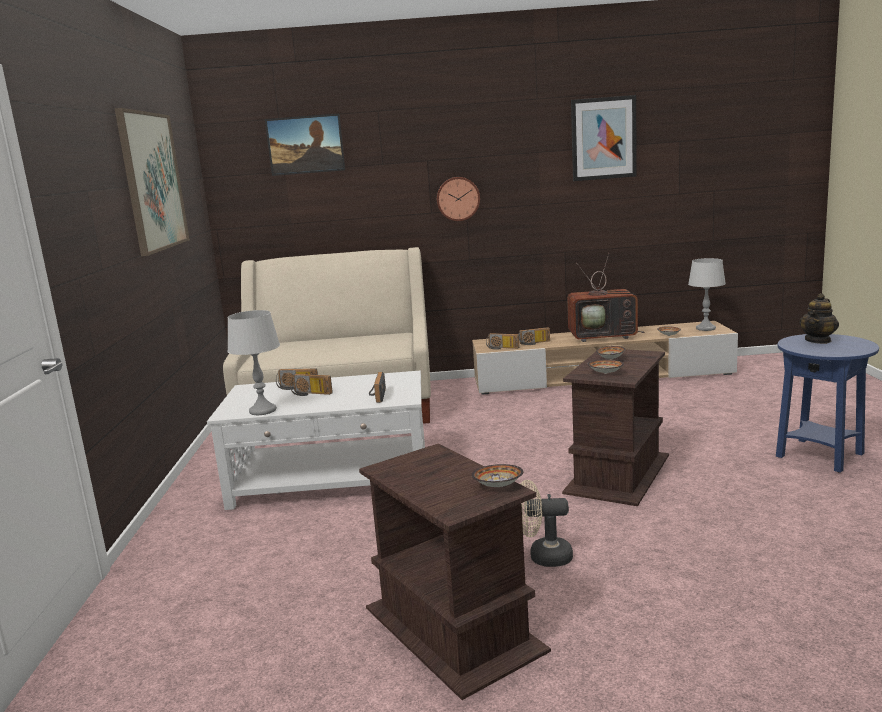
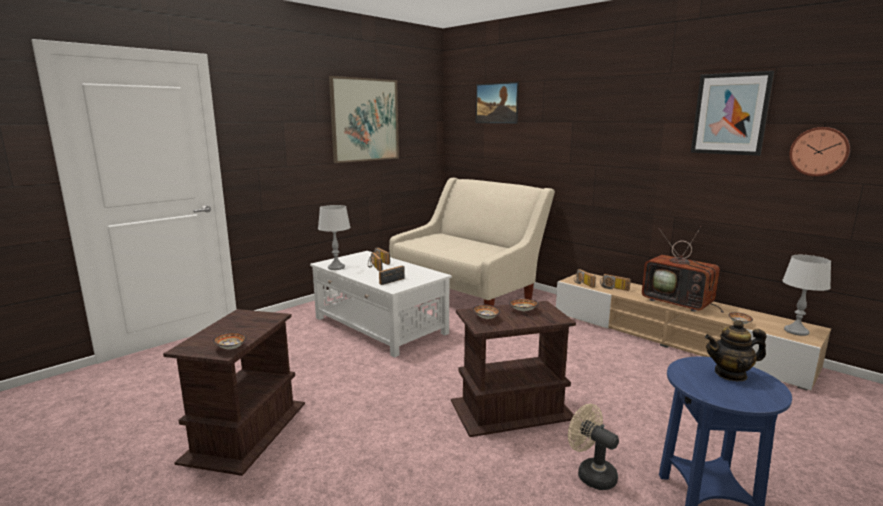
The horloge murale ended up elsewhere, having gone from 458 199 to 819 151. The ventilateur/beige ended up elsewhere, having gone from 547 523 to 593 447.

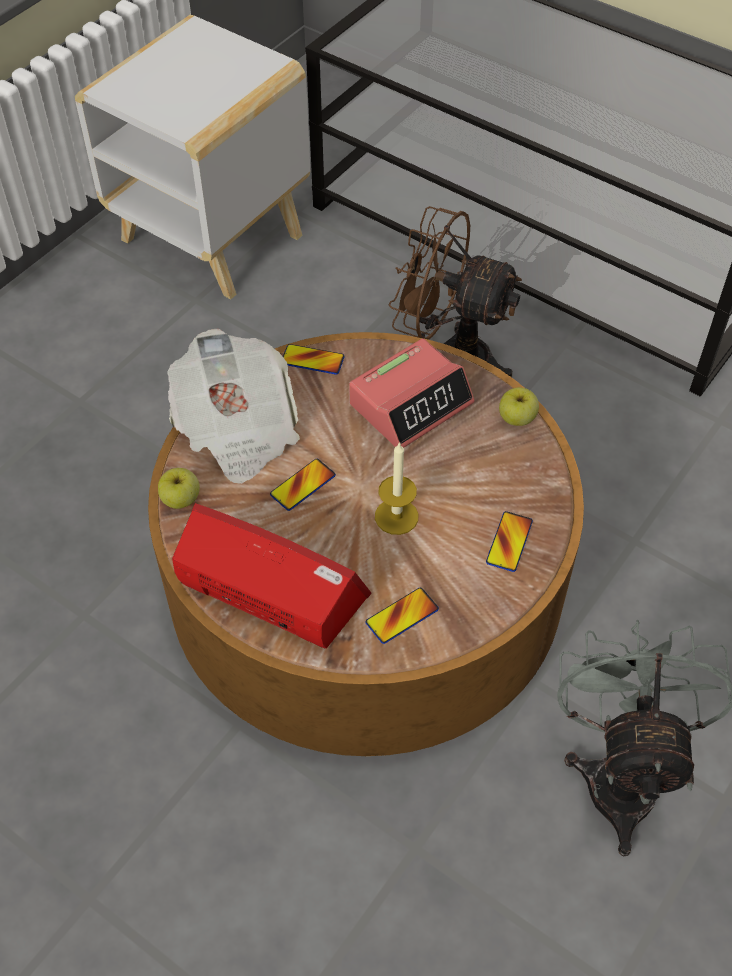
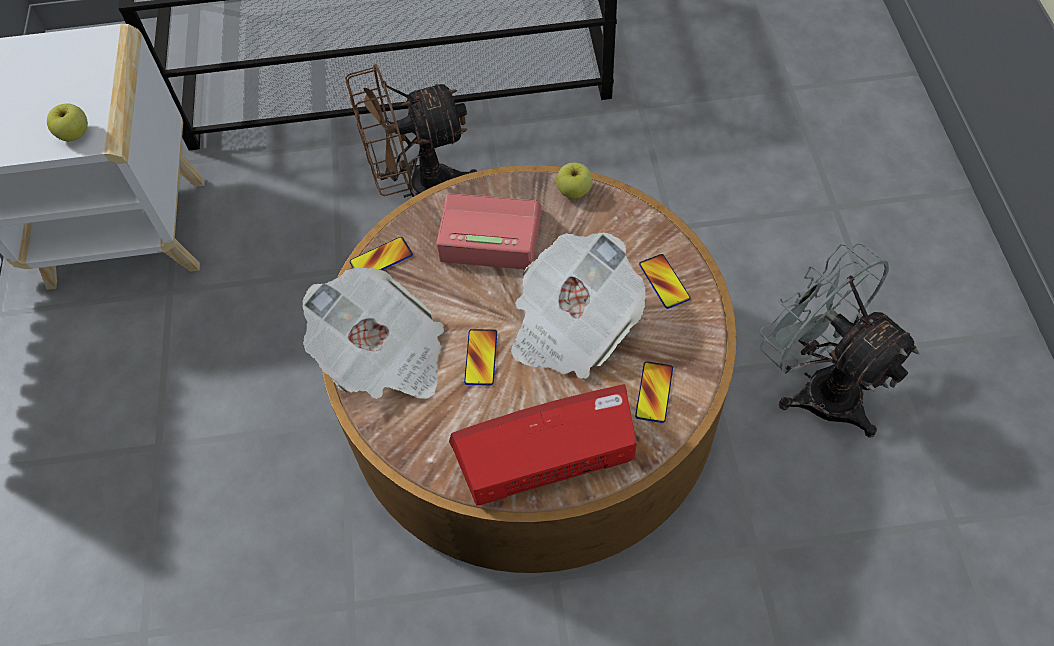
The réveil at 411 393 ended up facing another way, 90 degrees counterclockwise from before. Where the bougie stood at 396 488, the journal came to stand at 578 306. The pomme ended up elsewhere, having gone from 179 488 to 67 122.

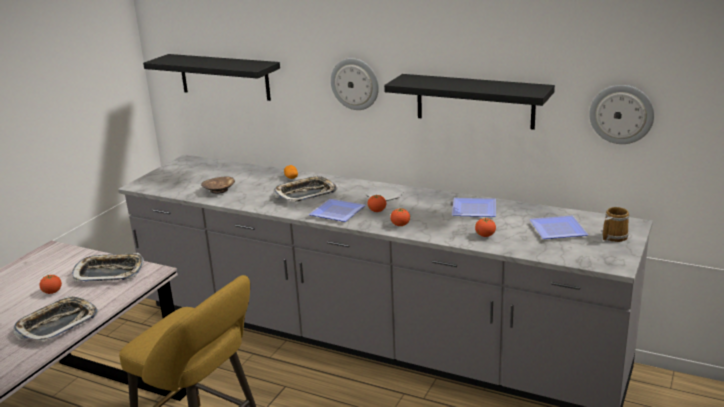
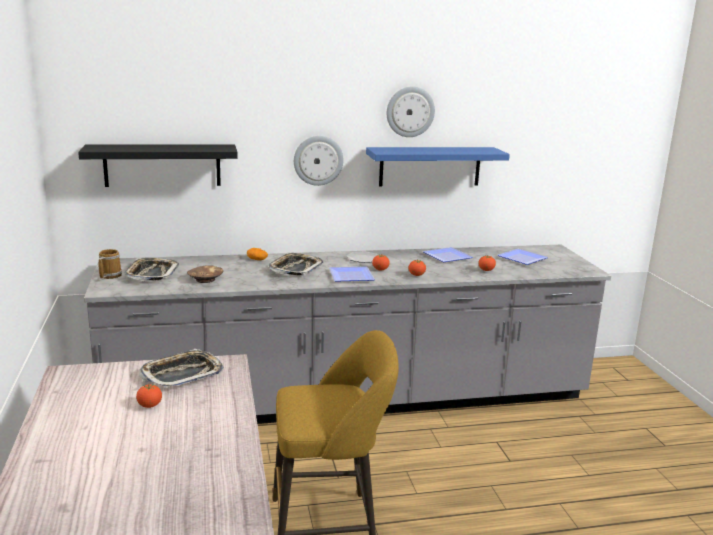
What was the étagère/noir at 469 102 turned into the étagère/bleu at 438 167. The horloge murale ended up elsewhere, having gone from 621 114 to 411 112. The mug ended up elsewhere, having gone from 616 224 to 110 264. The plateau ended up elsewhere, having gone from 56 319 to 152 269.

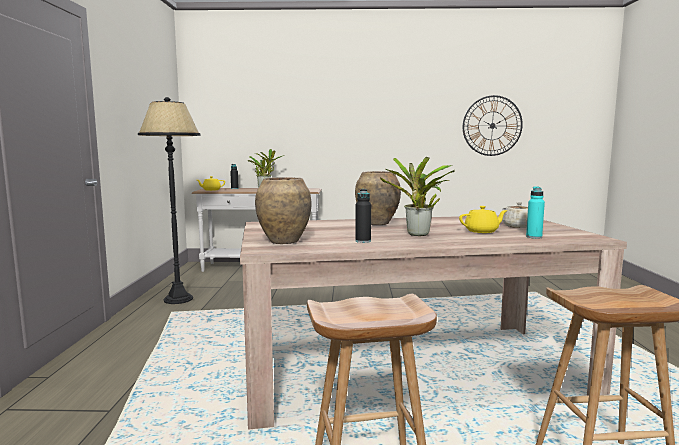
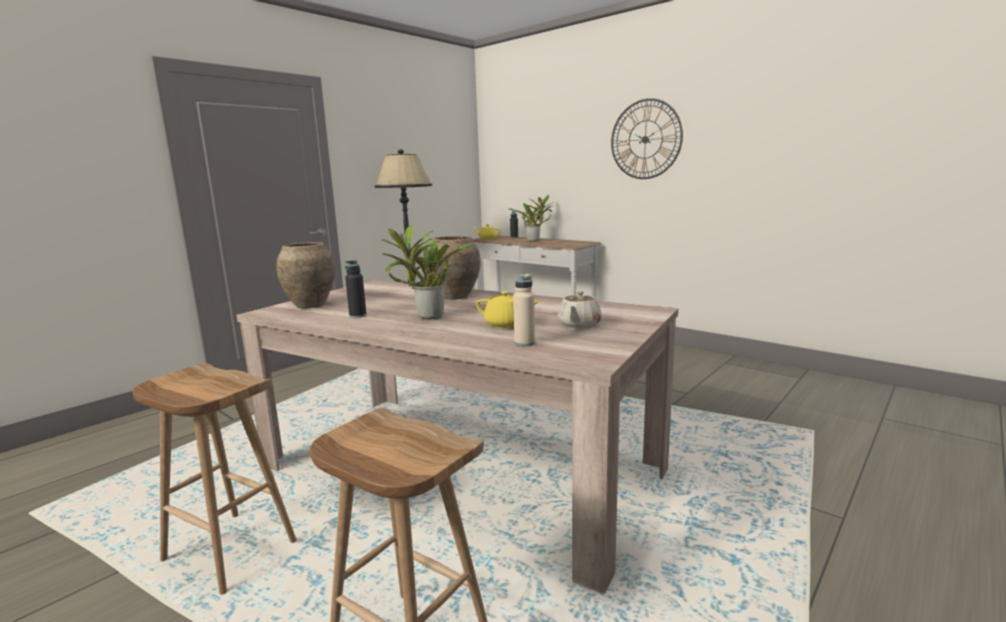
The horloge murale ended up elsewhere, having gone from 493 125 to 647 138. What was the bouteille/turquoise at 535 212 turned into the bouteille/beige at 524 310.

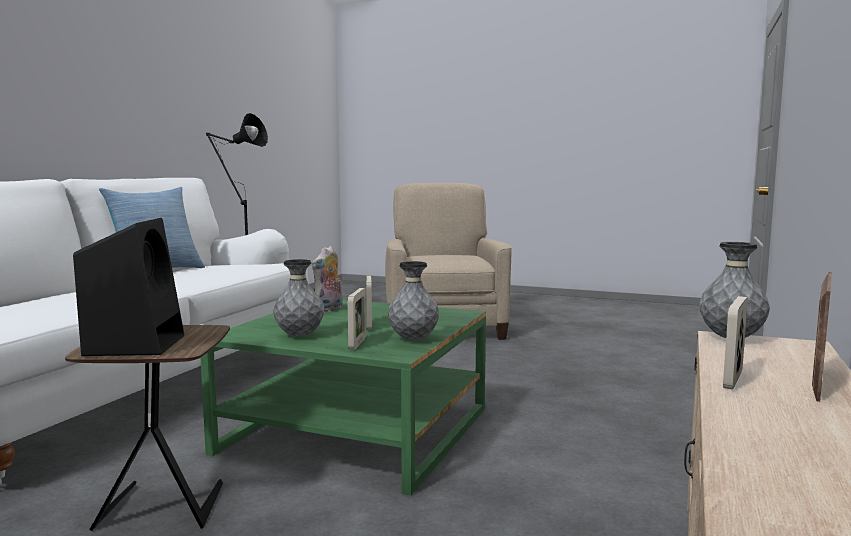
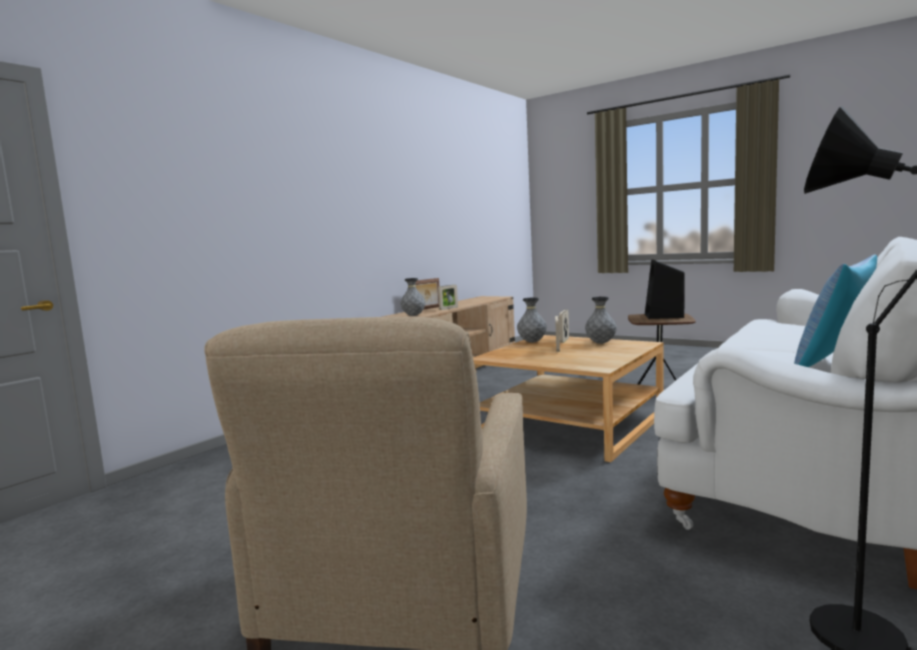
The second view lost the peluche at 327 279. What was the table basse/vert at 343 397 turned into the table basse/beige at 568 398.

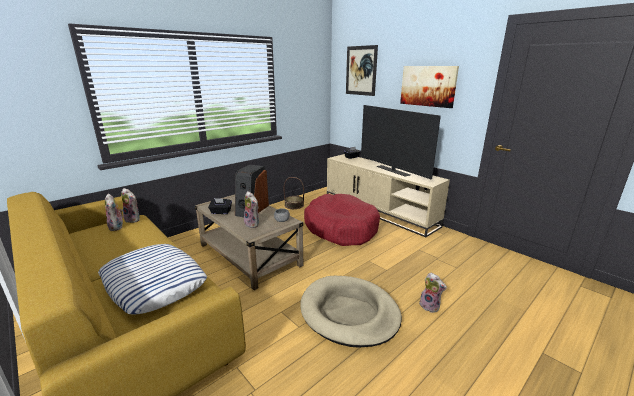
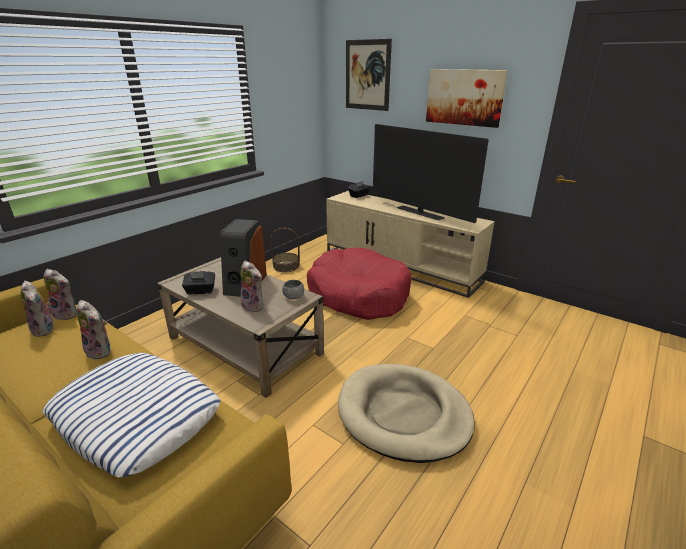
The peluche ended up elsewhere, having gone from 433 293 to 94 330.

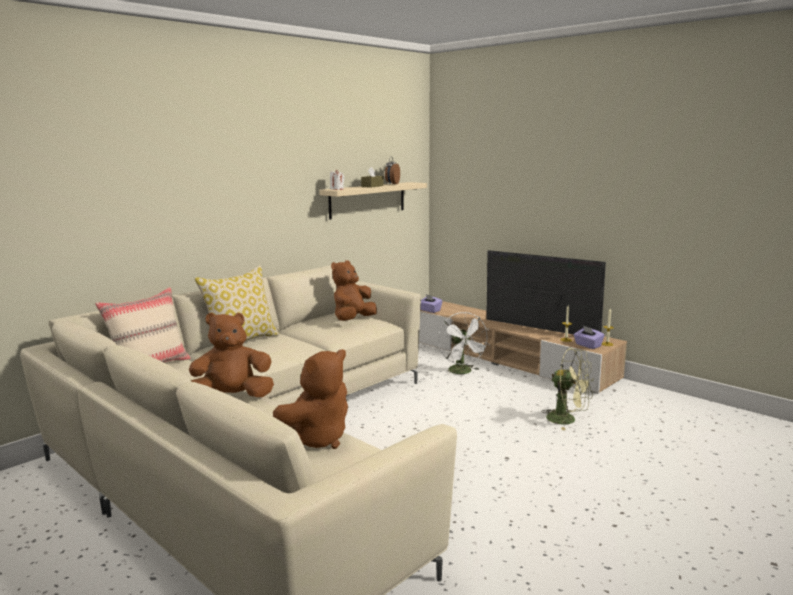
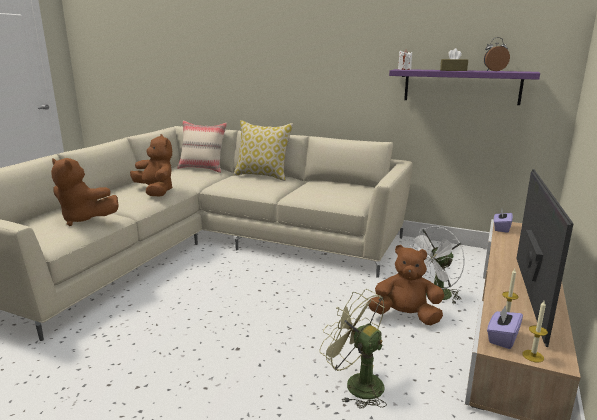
What was the étagère/beige at 373 201 turned into the étagère/violet at 464 87. The peluche/marron ended up elsewhere, having gone from 354 290 to 406 285. The ventilateur/vert at 567 389 ended up facing another way, 120 degrees clockwise from before.

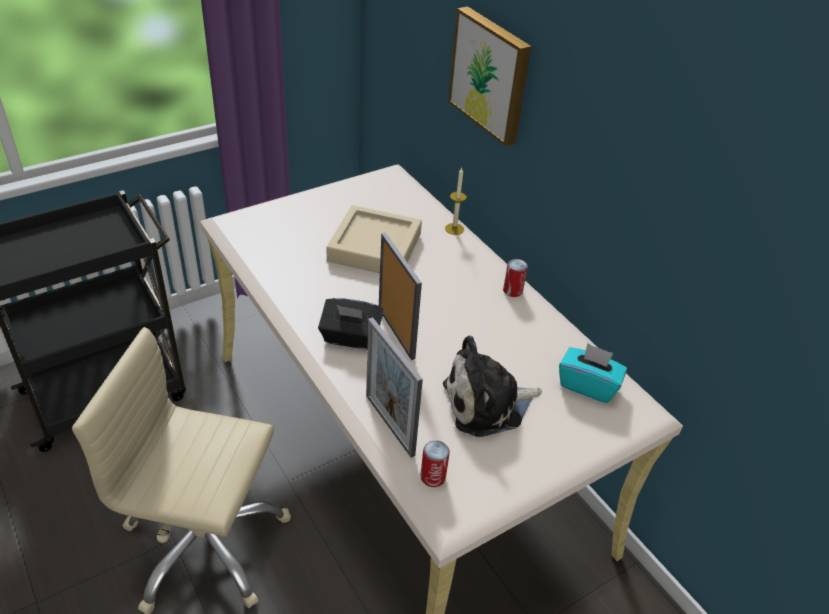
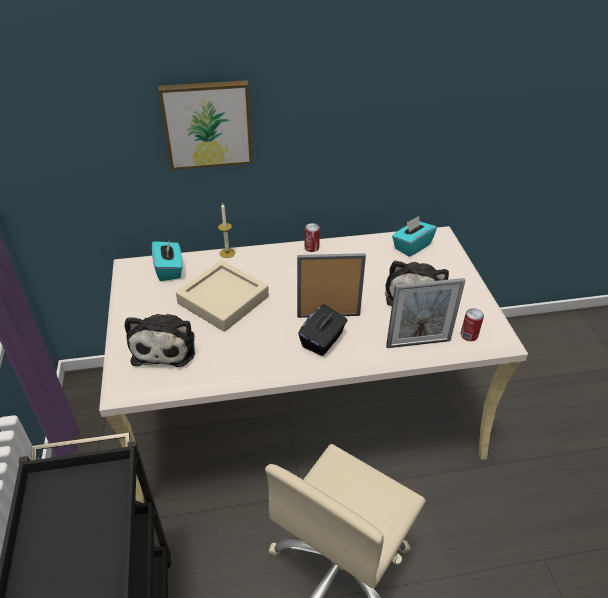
The second view gained the boîte à mouchoirs/turquoise at 167 261. The second view gained the peluche at 159 340.

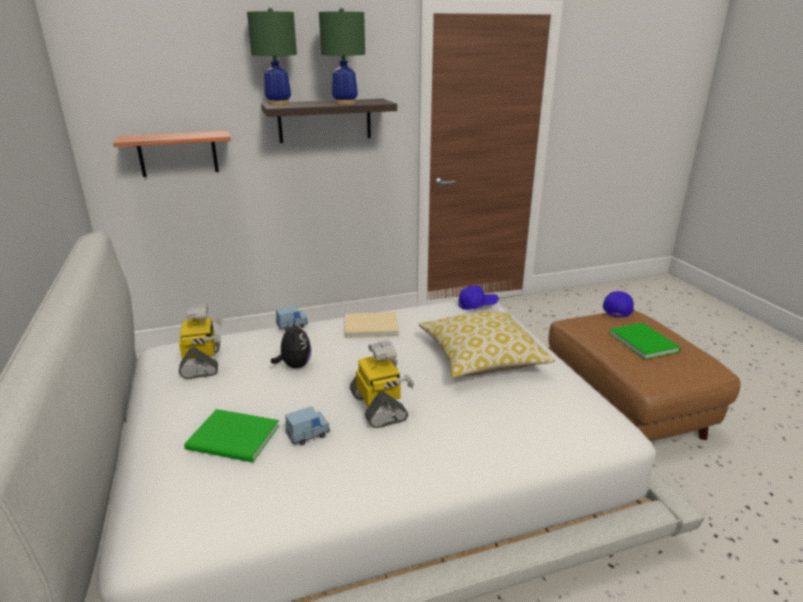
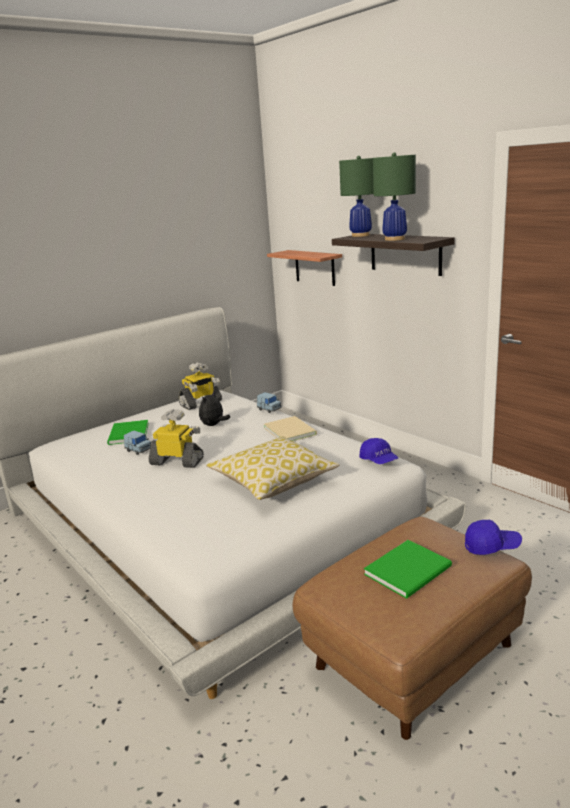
The peluche at 291 343 ended up facing another way, 150 degrees clockwise from before. The robot jouet at 382 384 ended up facing another way, 120 degrees counterclockwise from before.

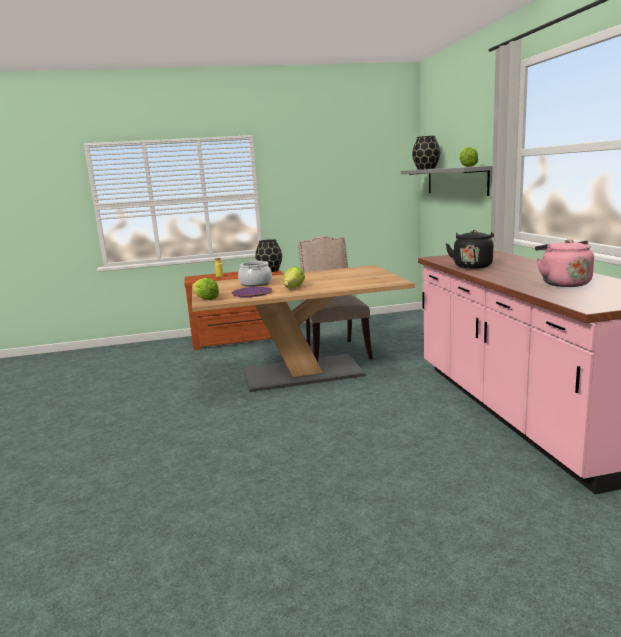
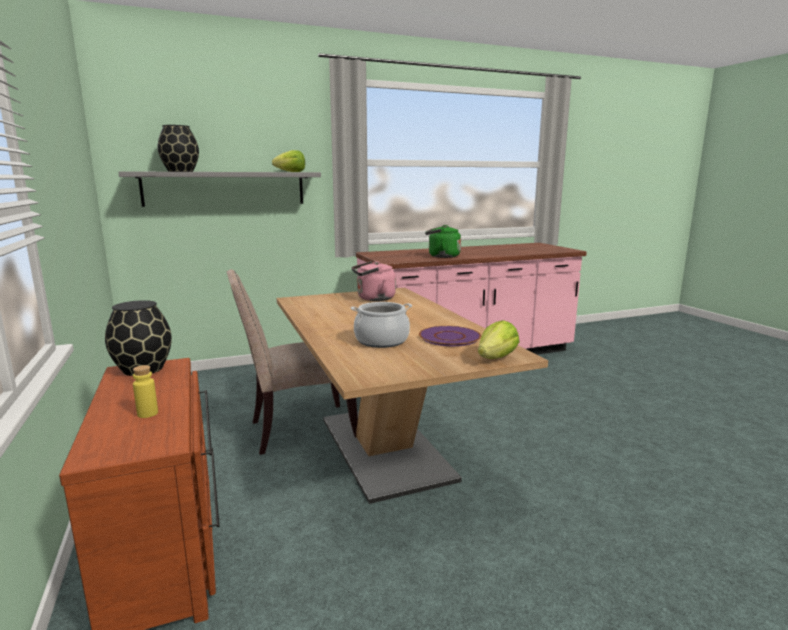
What was the bouilloire/noir at 470 249 turned into the bouilloire/vert at 443 241. The bouilloire/rose ended up elsewhere, having gone from 564 263 to 374 281. The second view lost the laitue at 294 277.

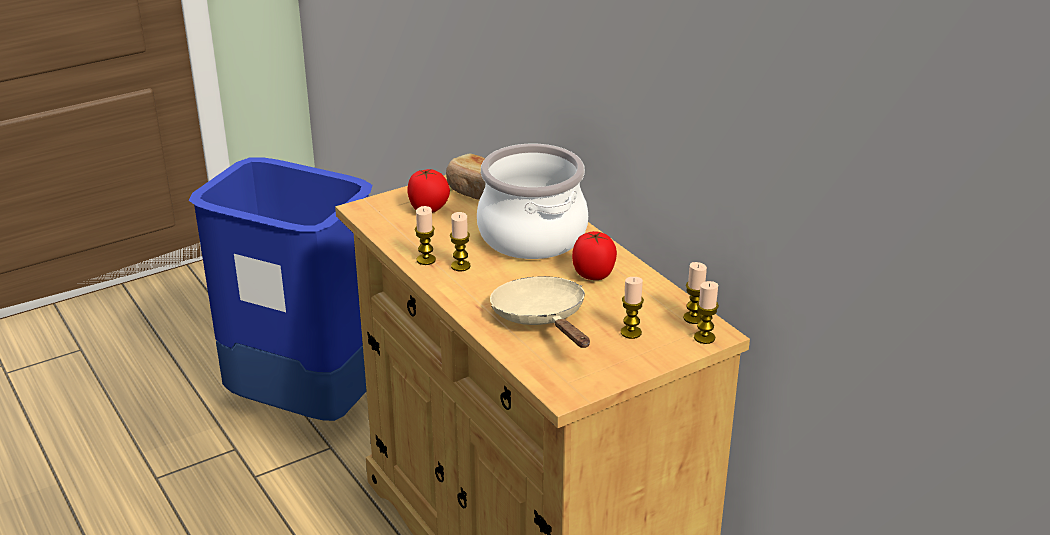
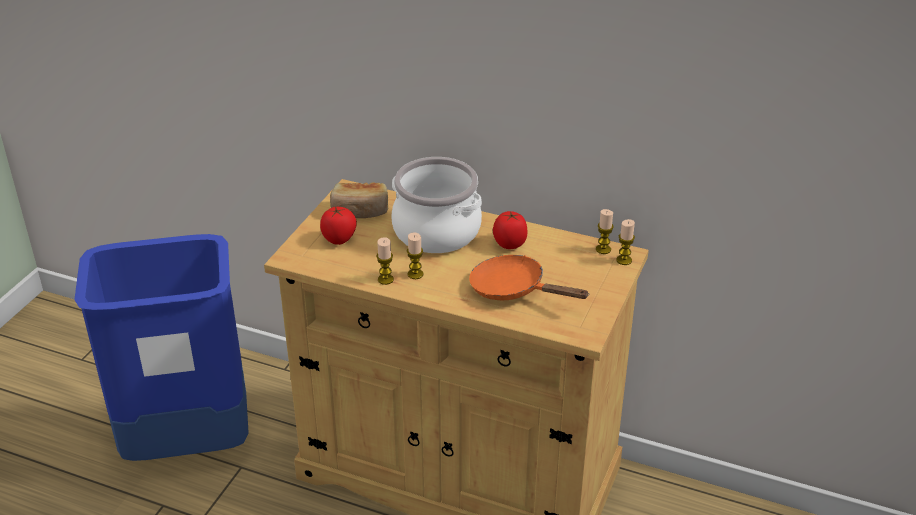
What was the poêle/beige at 540 312 turned into the poêle/orange at 529 277. The second view lost the bougie at 632 308.

